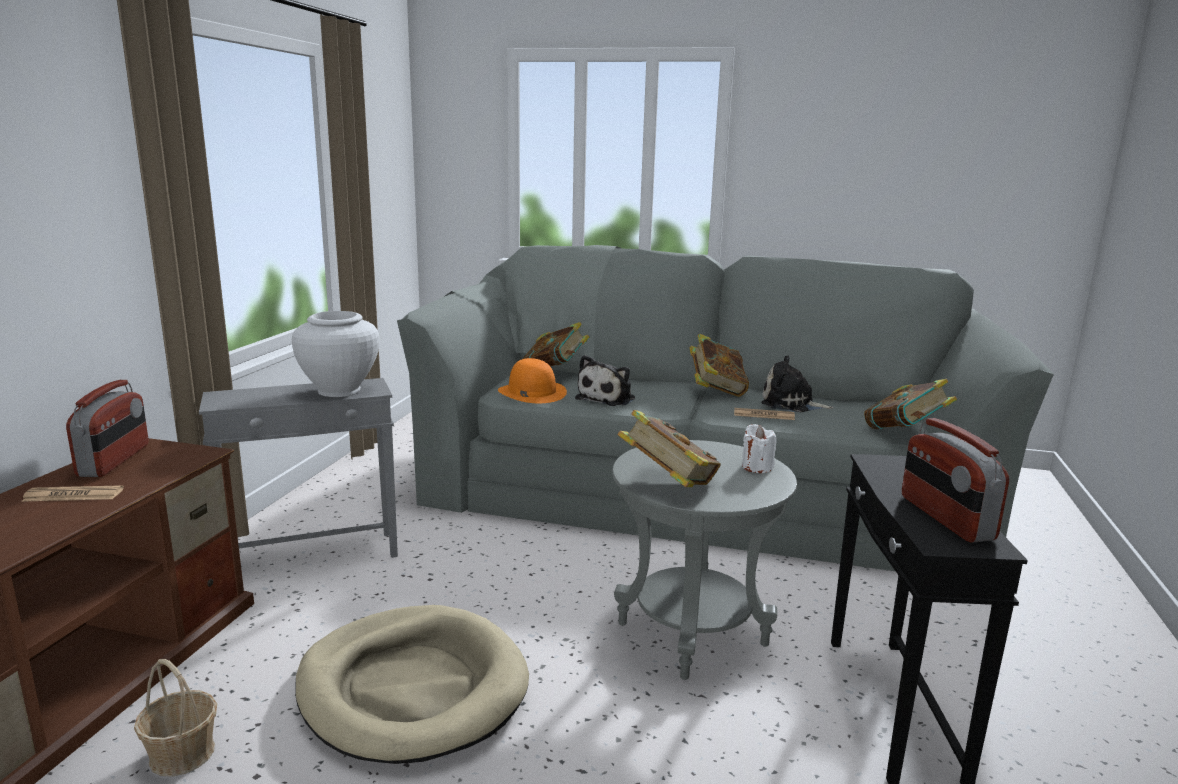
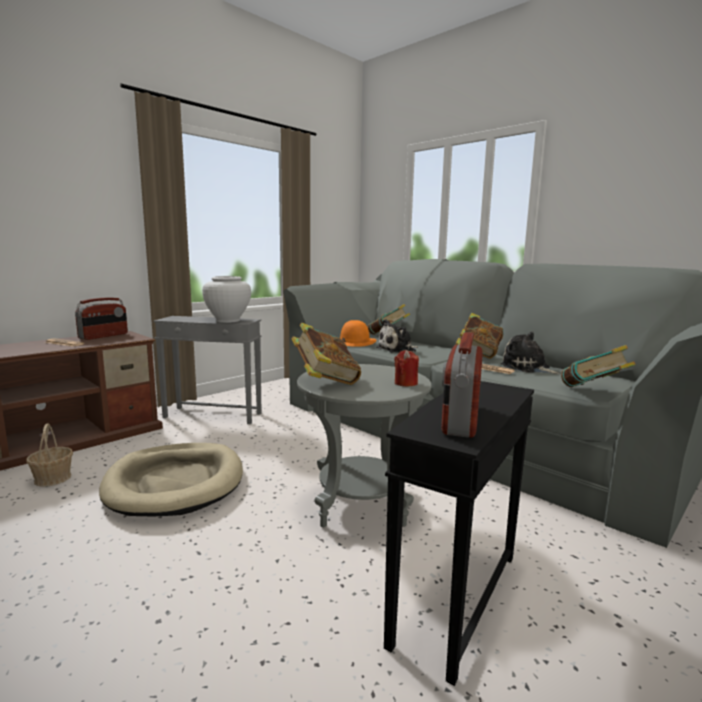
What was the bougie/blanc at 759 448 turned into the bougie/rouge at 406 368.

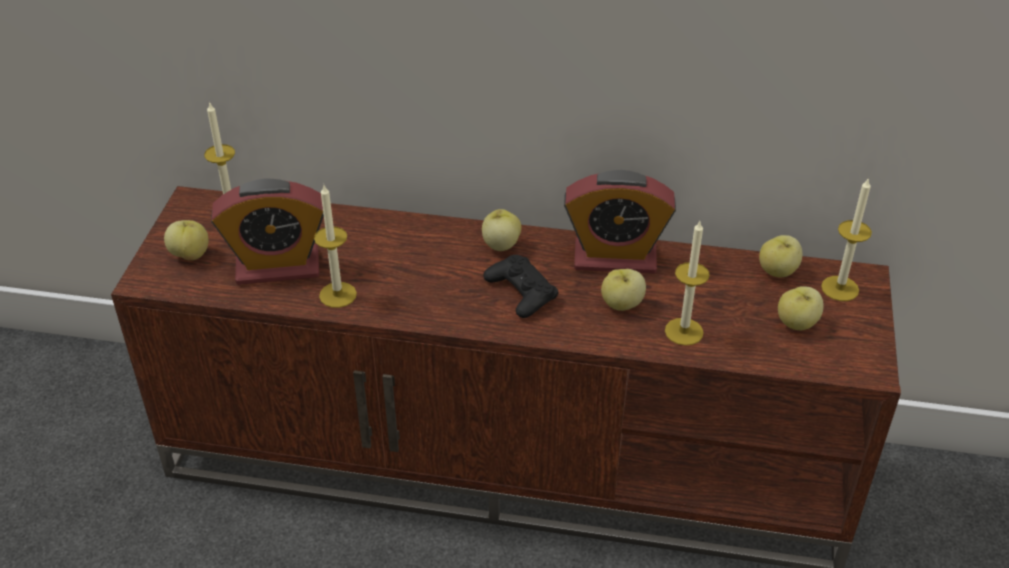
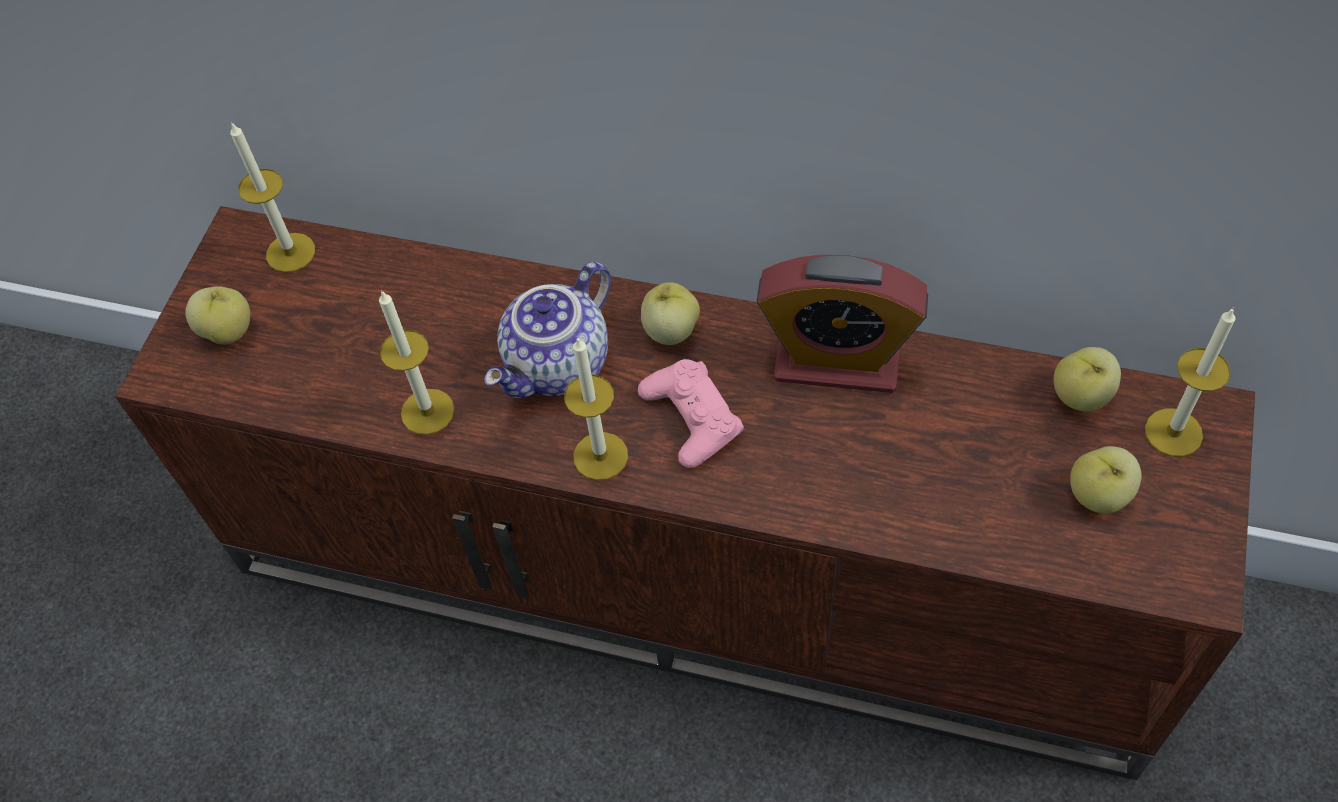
The second view lost the réveil at 267 232. The bougie ended up elsewhere, having gone from 687 283 to 596 408. What was the manette/noir at 521 286 turned into the manette/rose at 691 413. The second view lost the pomme at 623 290. The second view gained the théière at 547 330.

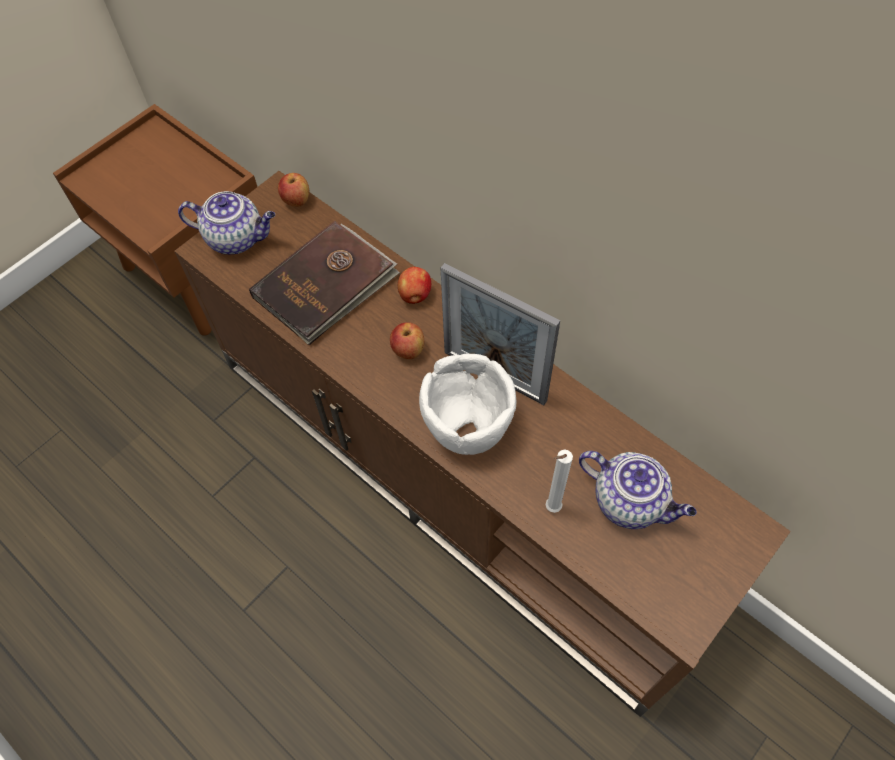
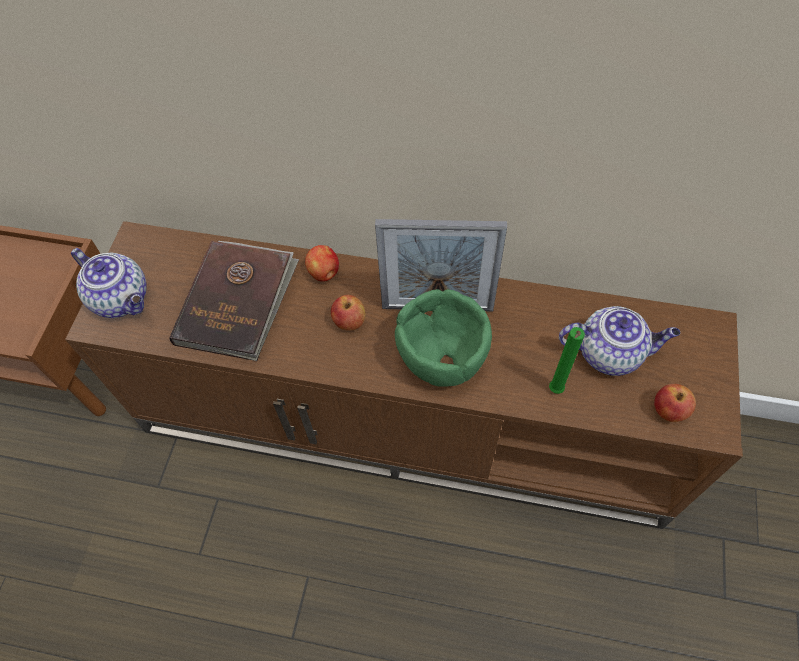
The pomme ended up elsewhere, having gone from 293 190 to 675 403. The théière at 226 222 ended up facing another way, 60 degrees clockwise from before. What was the bol/blanc at 467 404 turned into the bol/vert at 443 338. What was the bougie/blanc at 559 481 turned into the bougie/vert at 567 360.

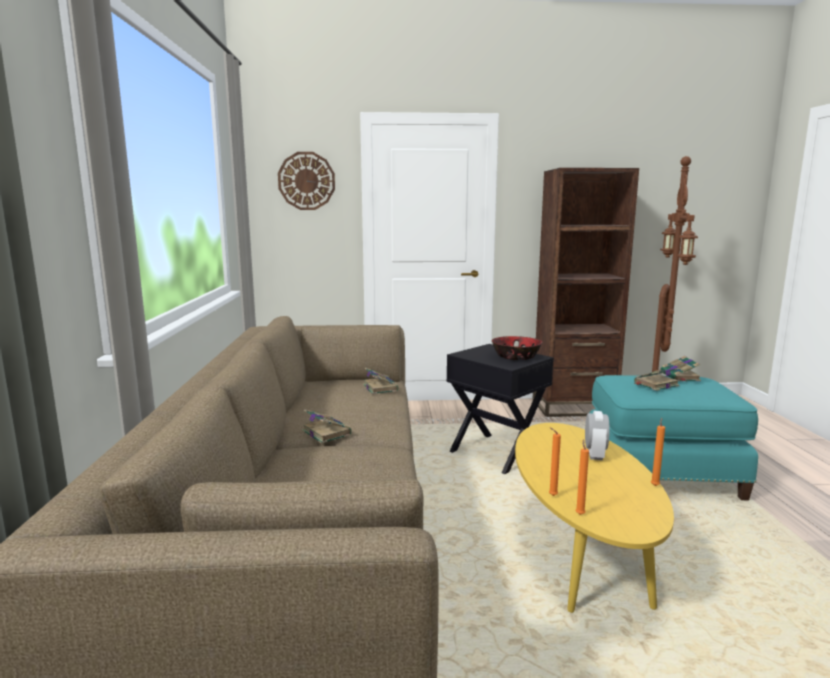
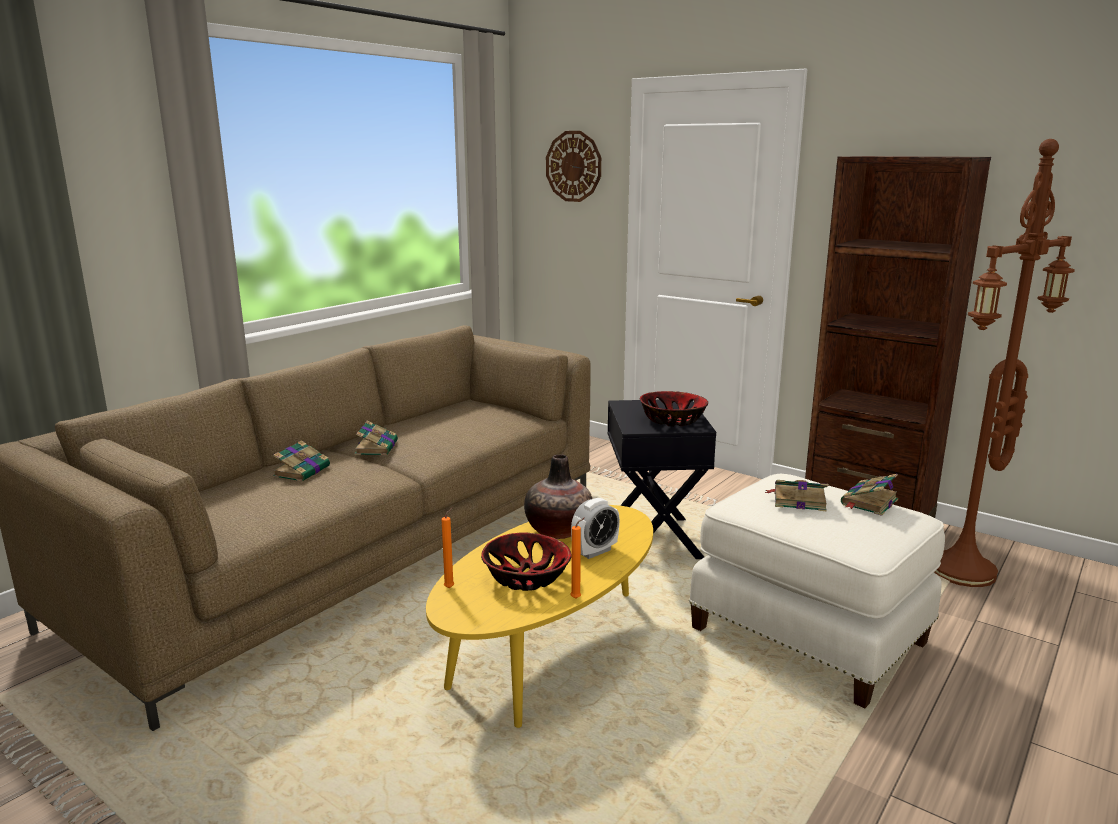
The livre ended up elsewhere, having gone from 380 380 to 301 461. What was the pouf/turquoise at 673 438 turned into the pouf/blanc at 817 591. The second view lost the bougie/orange at 555 461. The second view gained the vase at 558 496. The second view gained the bol at 526 561.

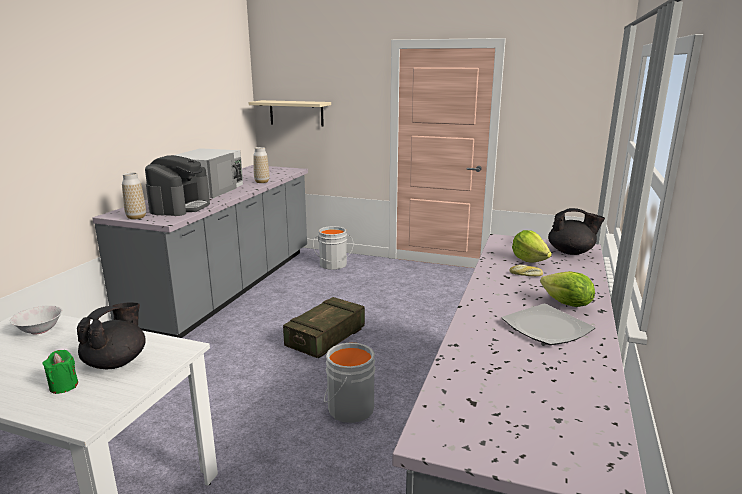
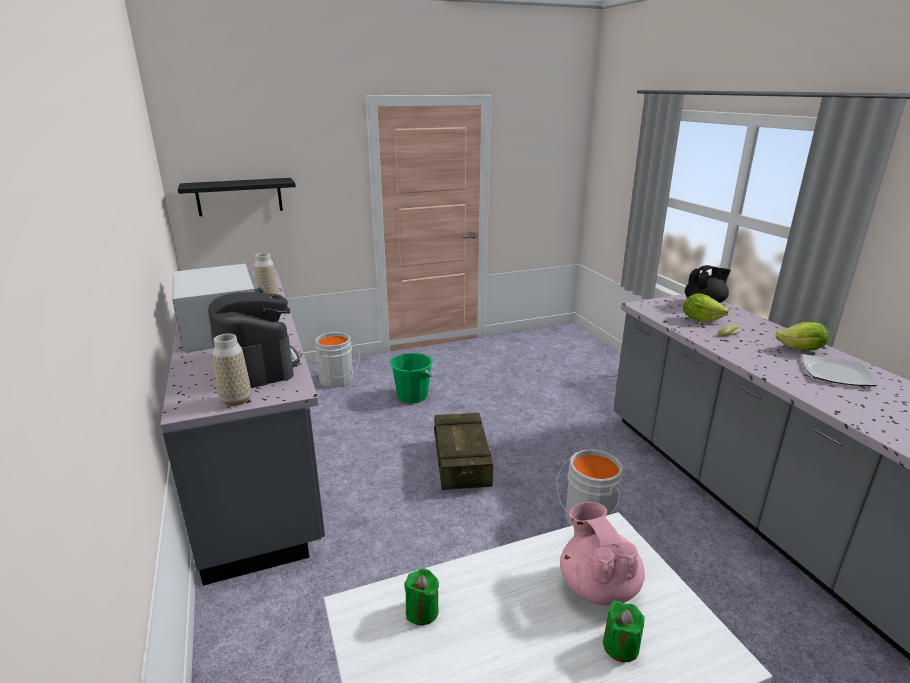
What was the étagère/beige at 289 113 turned into the étagère/noir at 237 197. What was the théière/noir at 111 335 turned into the théière/rose at 602 554. Where the bol/blanc stood at 36 319, the bougie/vert came to stand at 421 596. The second view gained the seau/vert at 411 378.

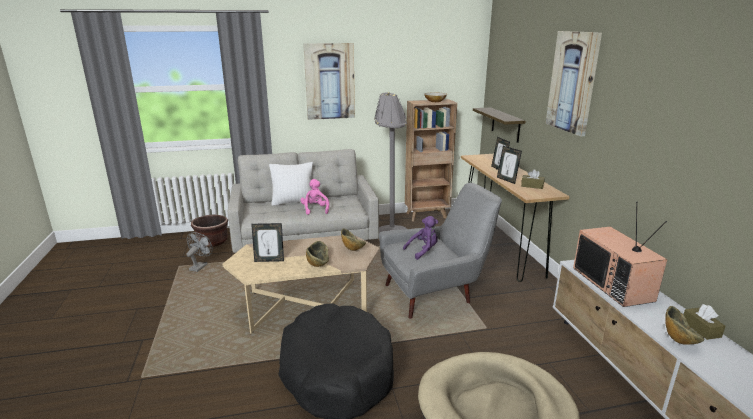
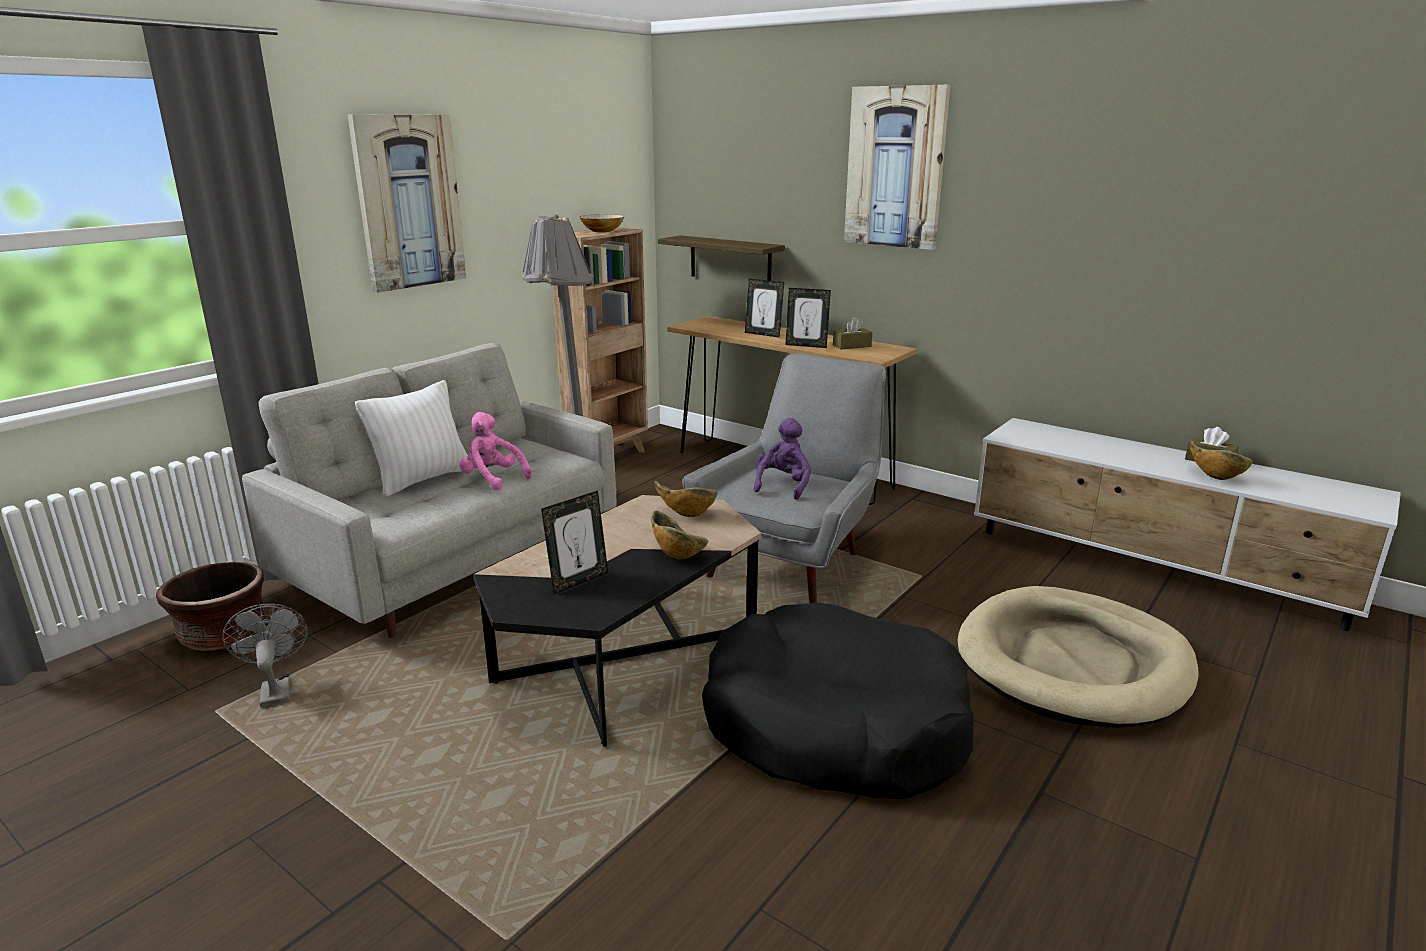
The second view lost the téléviseur at 620 254. What was the table basse/beige at 301 284 turned into the table basse/noir at 617 621.

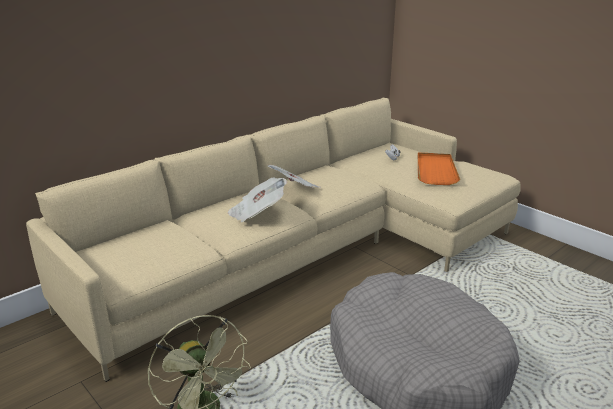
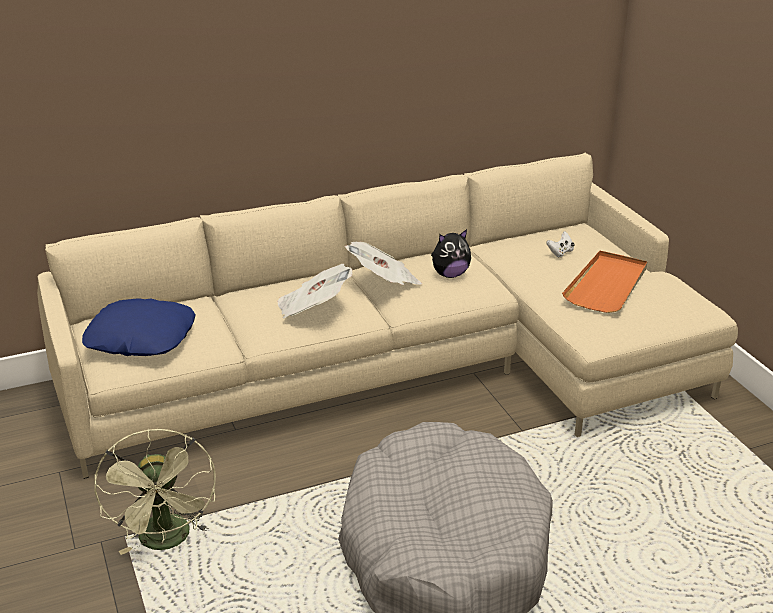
The second view gained the peluche at 451 253. The second view gained the coussin/bleu at 139 327.

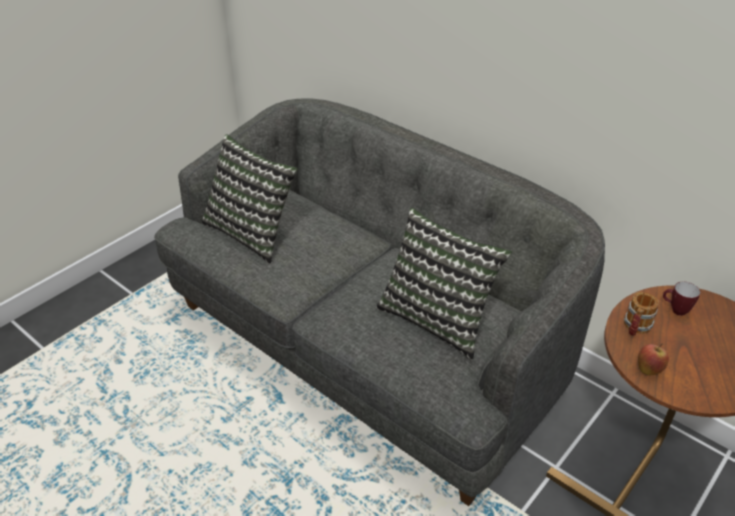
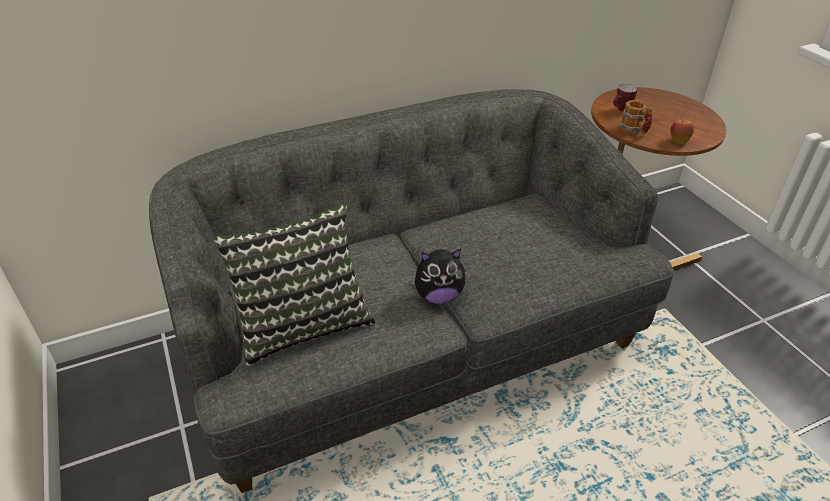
The second view lost the coussin at 444 284. The second view gained the peluche at 440 276.

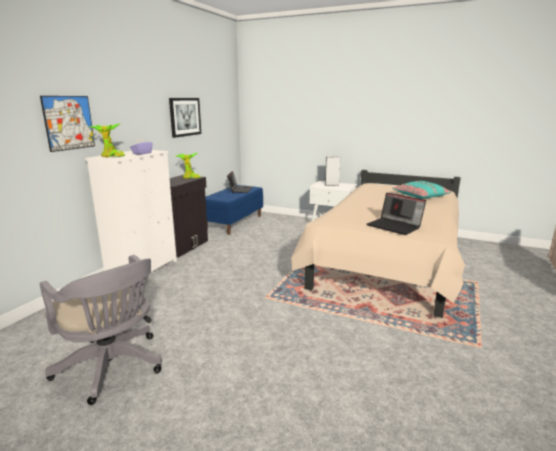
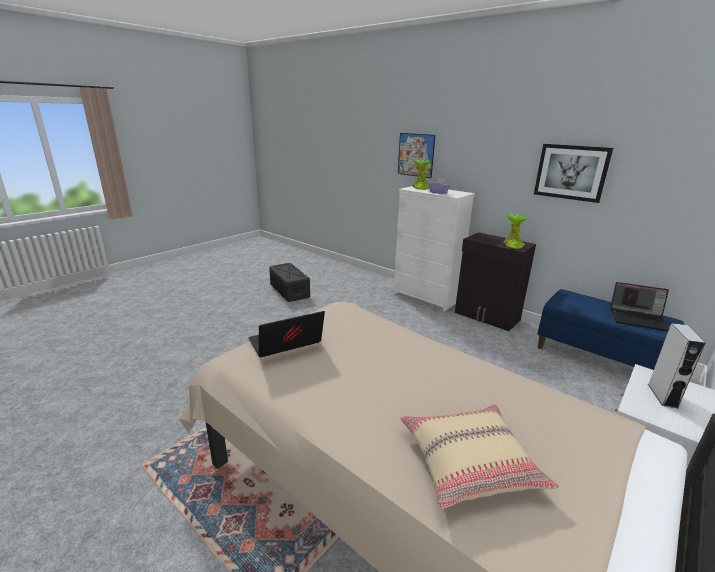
What was the coussin/turquoise at 422 190 turned into the coussin/beige at 479 456. Where the chaise de bureau/gris stood at 101 330, the boîte de rangement/noir came to stand at 289 282.

